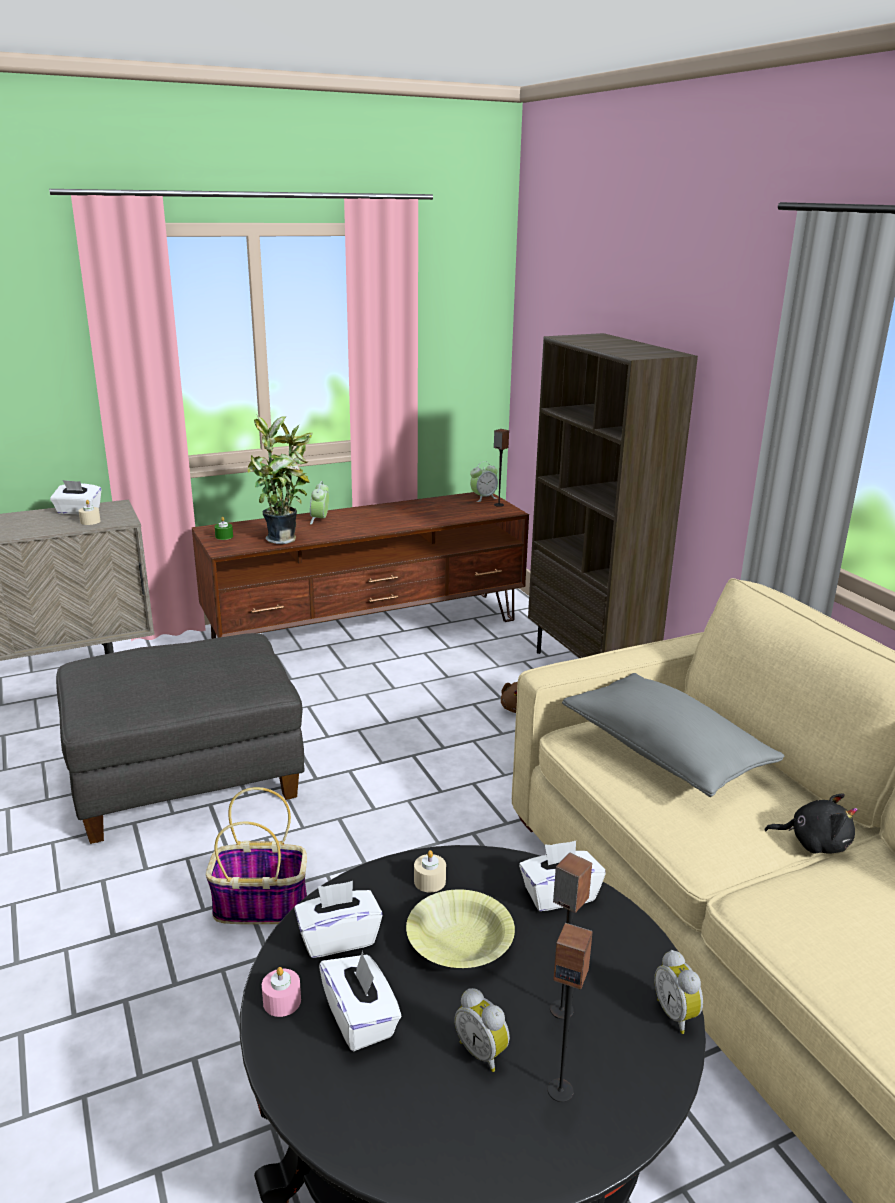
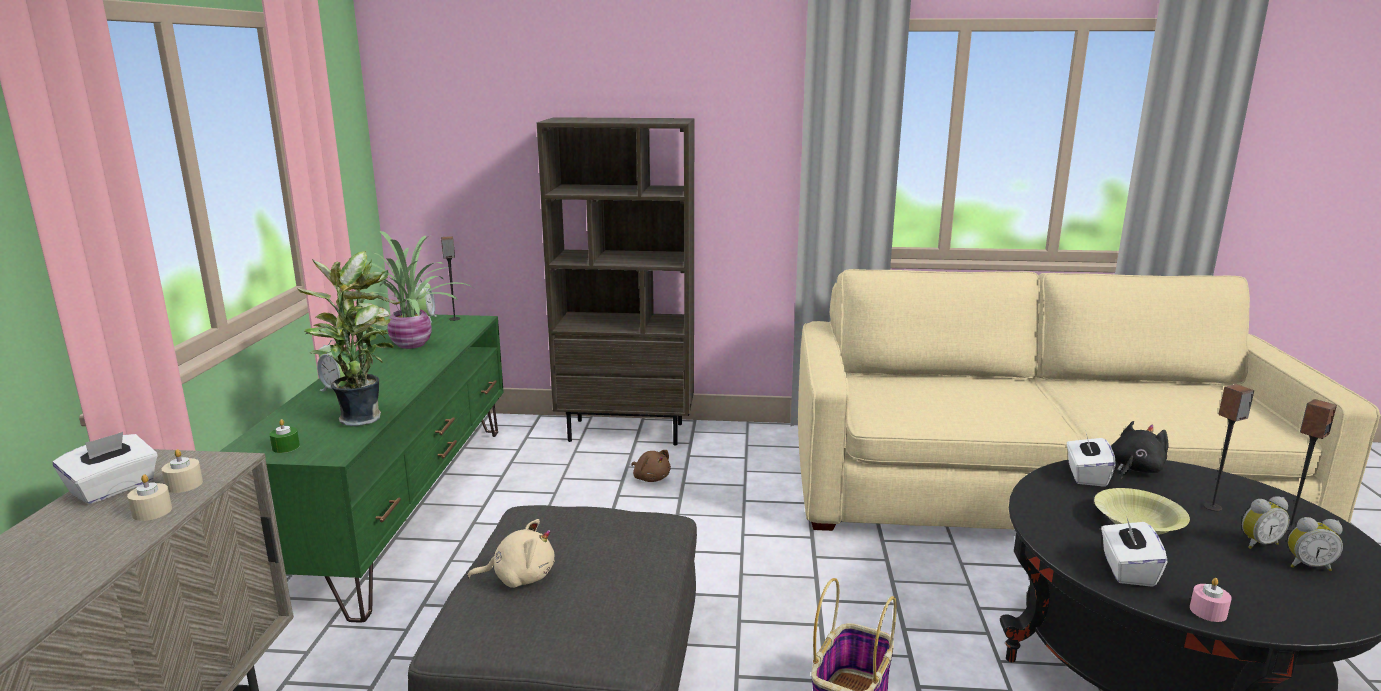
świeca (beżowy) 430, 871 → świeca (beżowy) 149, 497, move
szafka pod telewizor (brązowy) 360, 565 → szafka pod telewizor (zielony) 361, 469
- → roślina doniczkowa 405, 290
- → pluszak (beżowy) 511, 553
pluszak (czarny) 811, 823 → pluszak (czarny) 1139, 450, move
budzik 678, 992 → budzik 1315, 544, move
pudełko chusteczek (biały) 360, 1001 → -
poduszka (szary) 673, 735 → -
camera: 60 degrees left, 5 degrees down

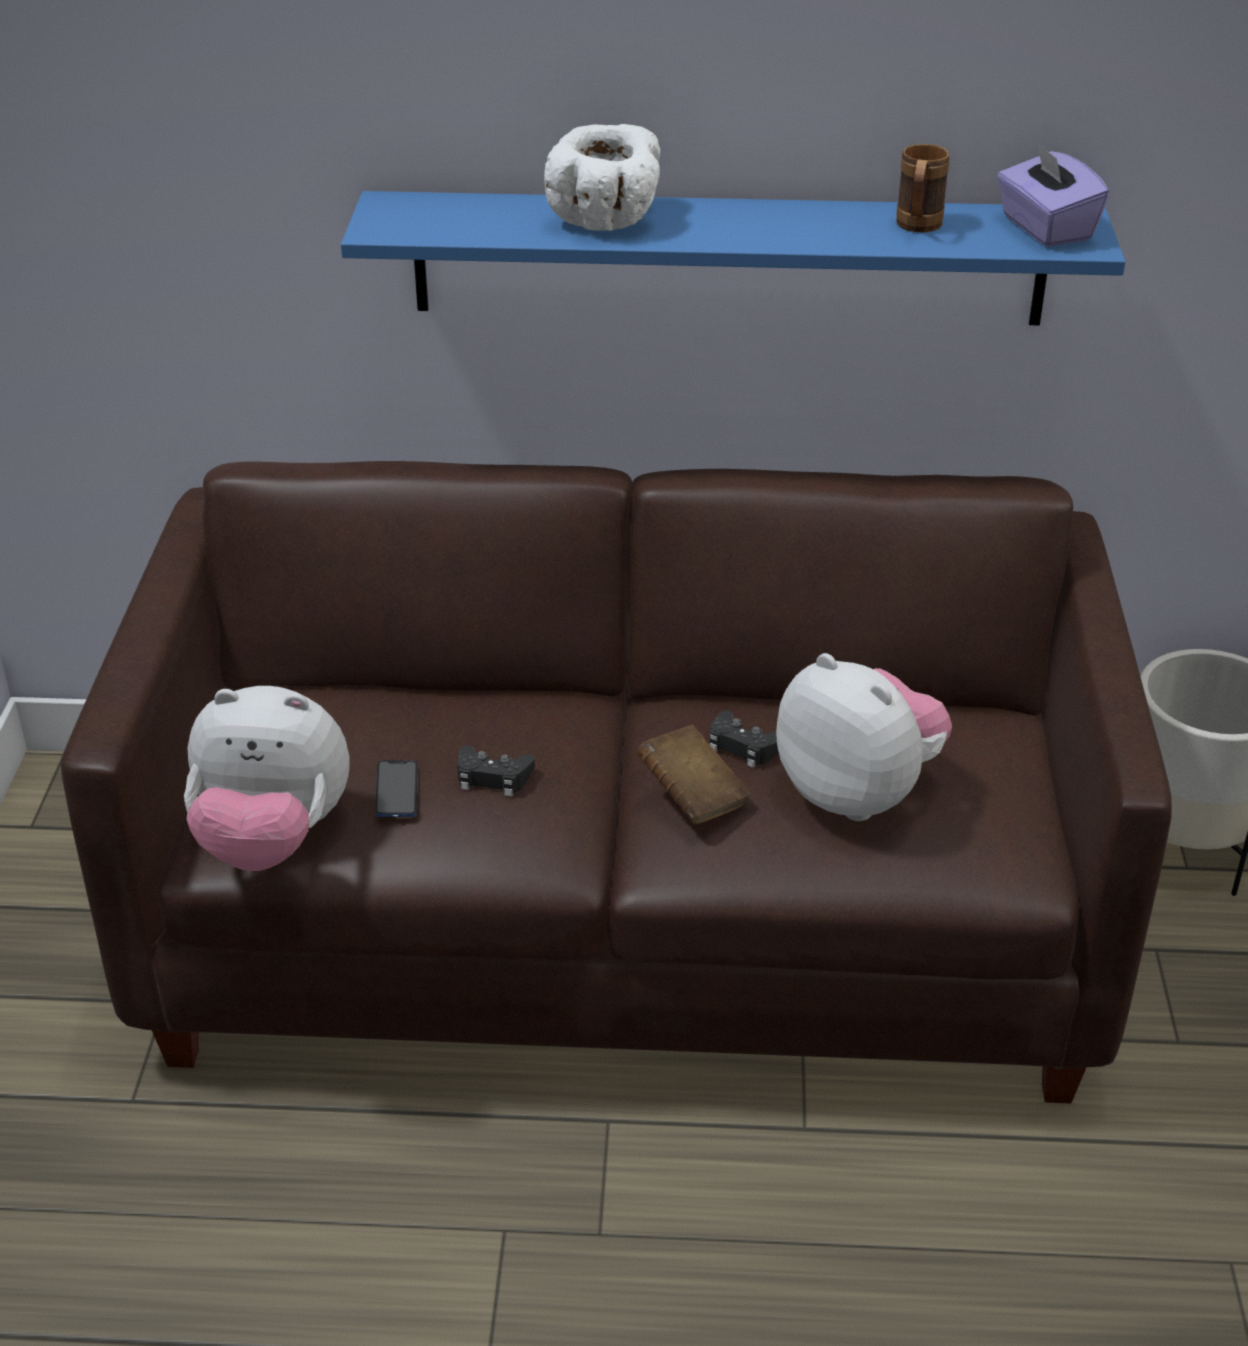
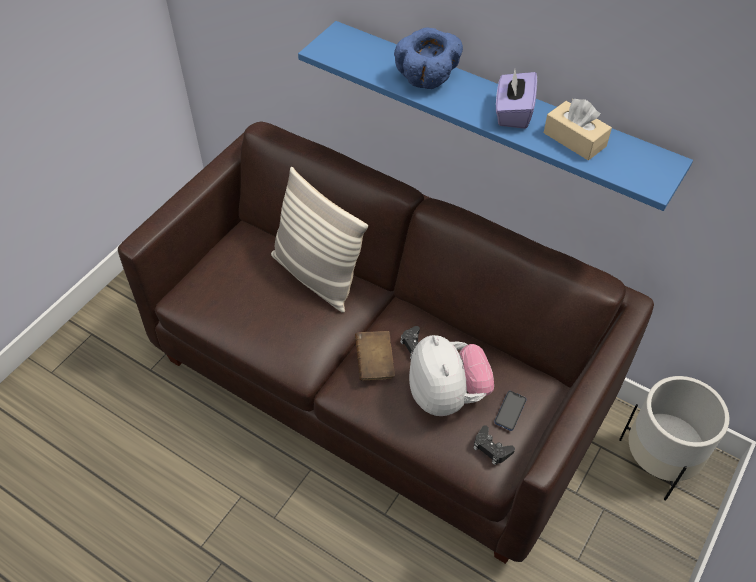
- → poduszka 319, 240
miska (biały) 602, 177 → miska (niebieski) 428, 58
pad do gier (czarny) 496, 771 → pad do gier (czarny) 494, 445, move
telefon 396, 788 → telefon 510, 411, move
pudełko chusteczek (fioletowy) 1053, 194 → pudełko chusteczek (fioletowy) 516, 99, move
kubek (brązowy) 922, 188 → pudełko chusteczek (beżowy) 578, 129
pluszak 267, 778 → -
camera: 30 degrees right, 15 degrees up

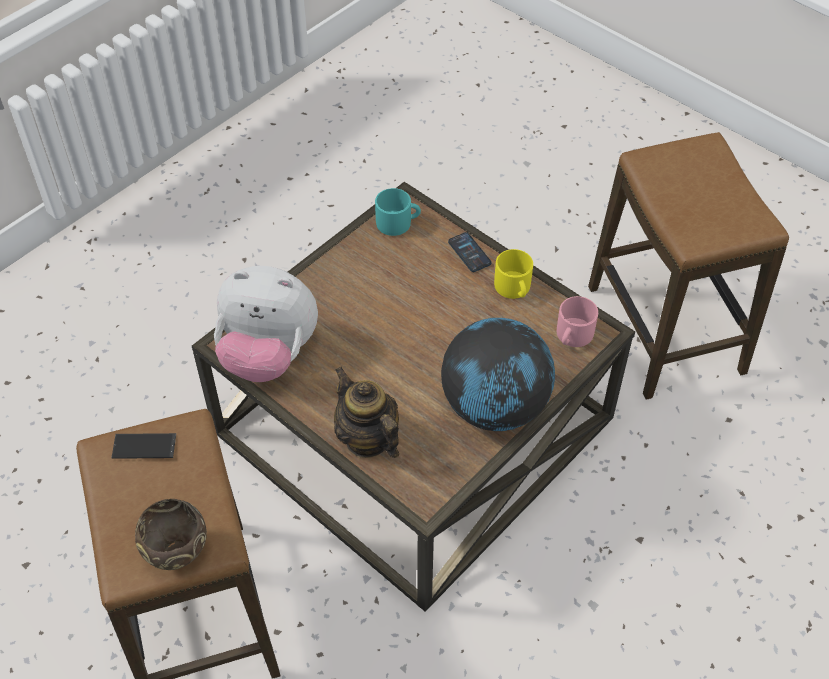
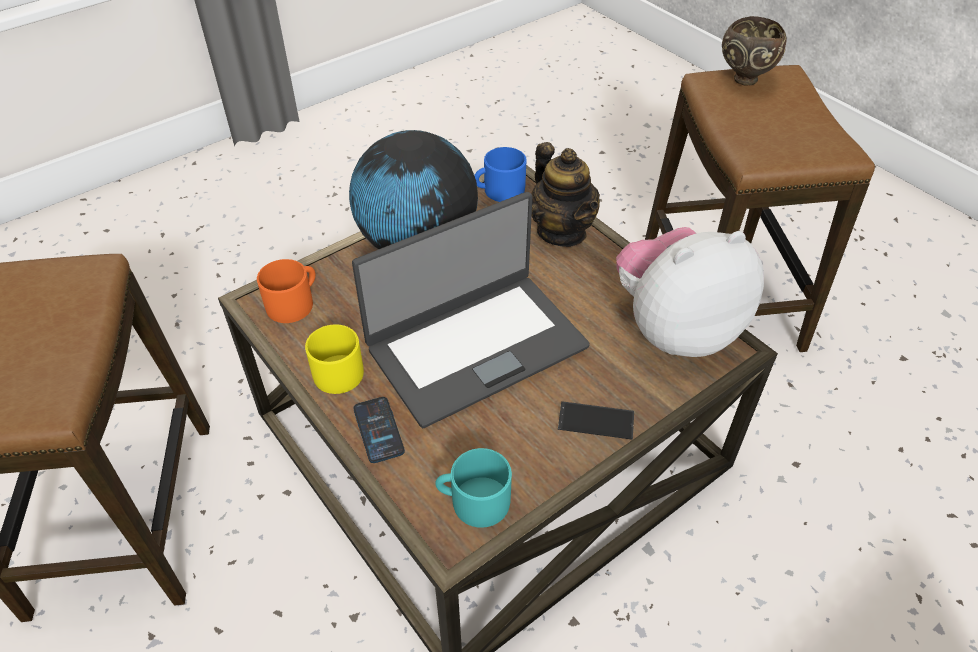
kubek (różowy) 577, 321 → kubek (pomarańczowy) 286, 291
- → laptop 471, 310
- → kubek (niebieski) 500, 174
telefon 143, 446 → telefon 596, 420, move
pluszak 266, 324 → pluszak 690, 292, 45 degrees counterclockwise
camera: 170 degrees left, 5 degrees down

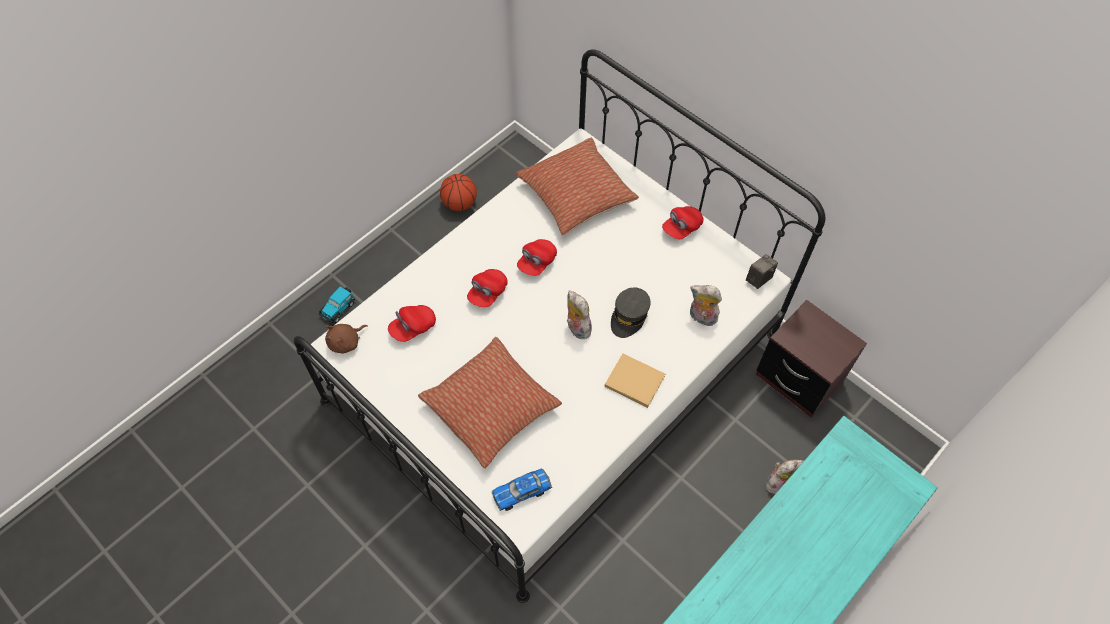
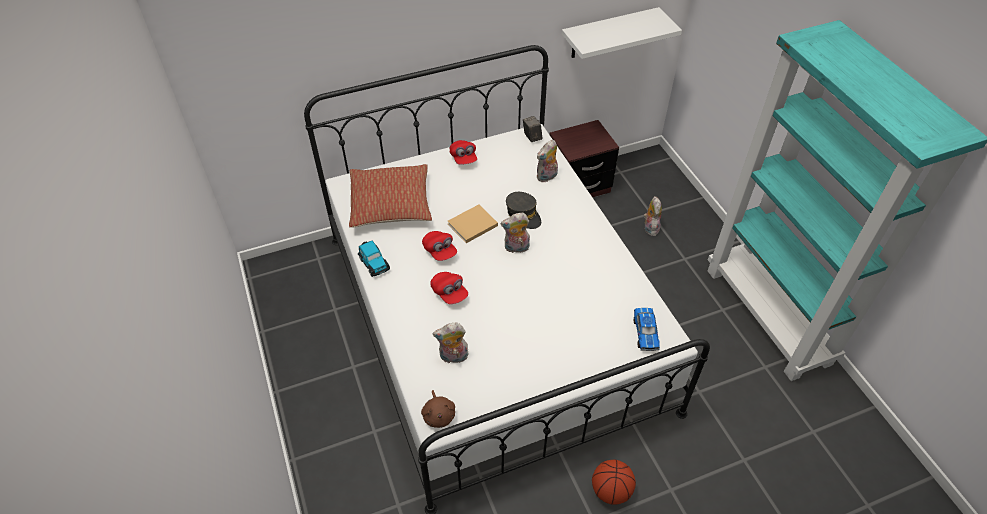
samochodzik 337, 304 → samochodzik 374, 259, move
czapka z daszkiem (czerwony) 412, 323 → pluszak 450, 343
książka (beżowy) 634, 380 → książka (beżowy) 473, 223, move
- → półka (biały) 622, 33
piłka do koszykówki 458, 192 → piłka do koszykówki 614, 482, move
poduszka 490, 403 → -
camera: 65 degrees left, 10 degrees down

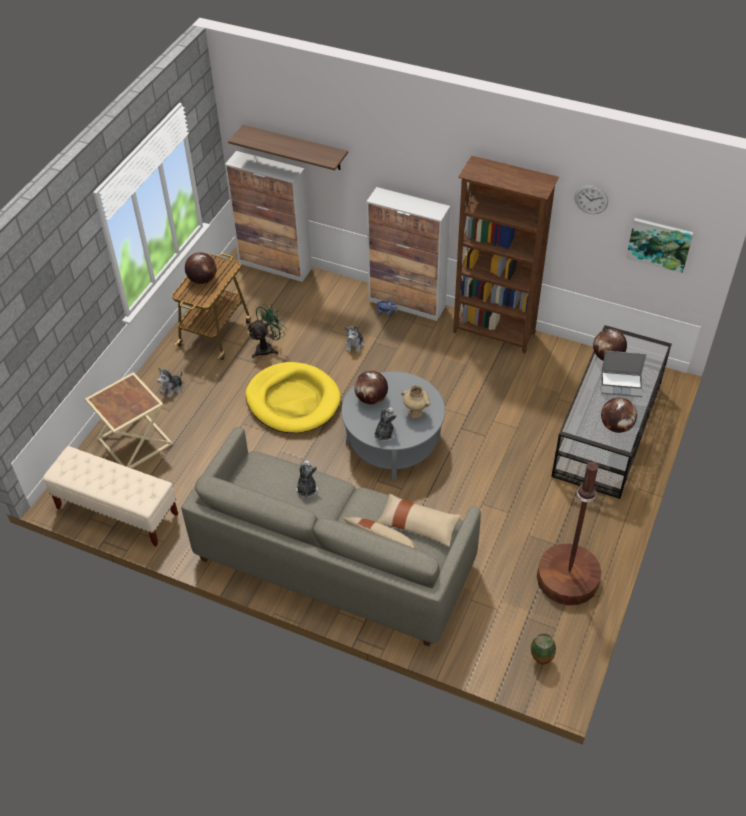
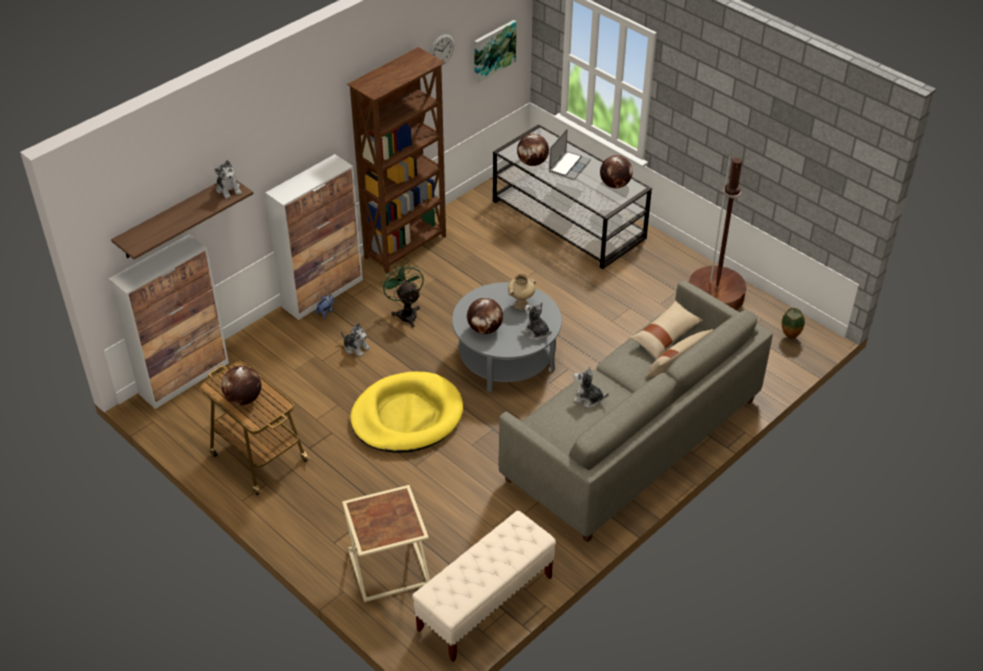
pluszak 169, 383 → pluszak 228, 179, move
wentylator (zielony) 267, 331 → wentylator (zielony) 402, 295, move
camera: 70 degrees left, 5 degrees down

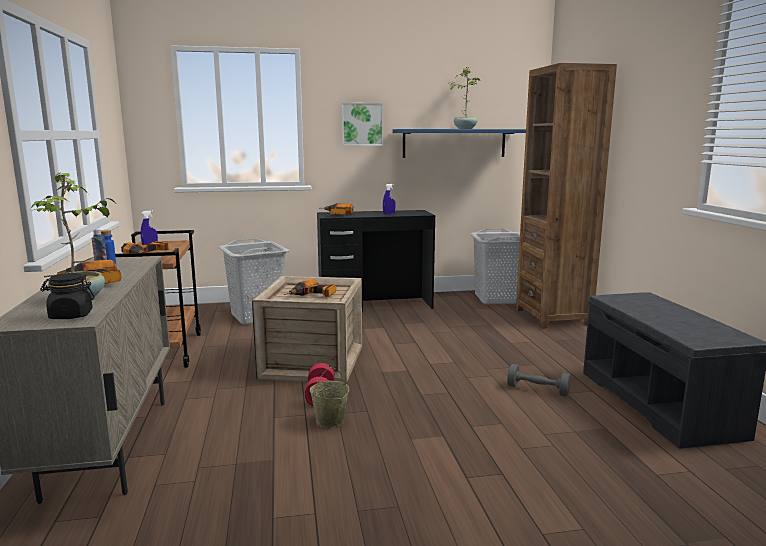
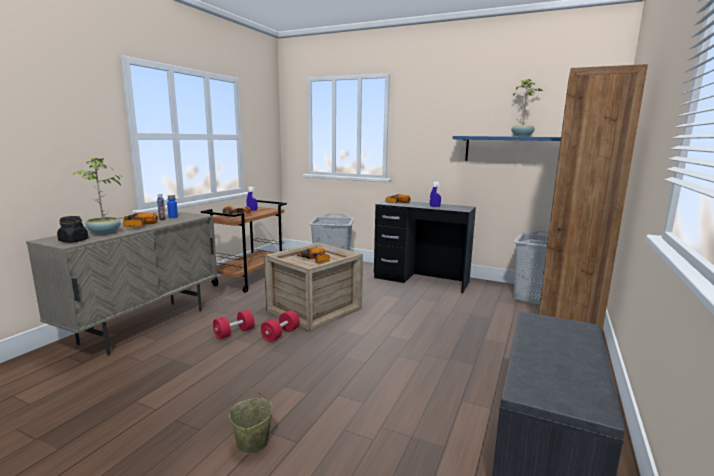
- → hantel (czerwony) 234, 324
wiadro (beżowy) 329, 397 → wiadro (beżowy) 251, 422, move
obraz 362, 124 → -
hantel (szary) 538, 380 → -
camera: 35 degrees right, 0 degrees up

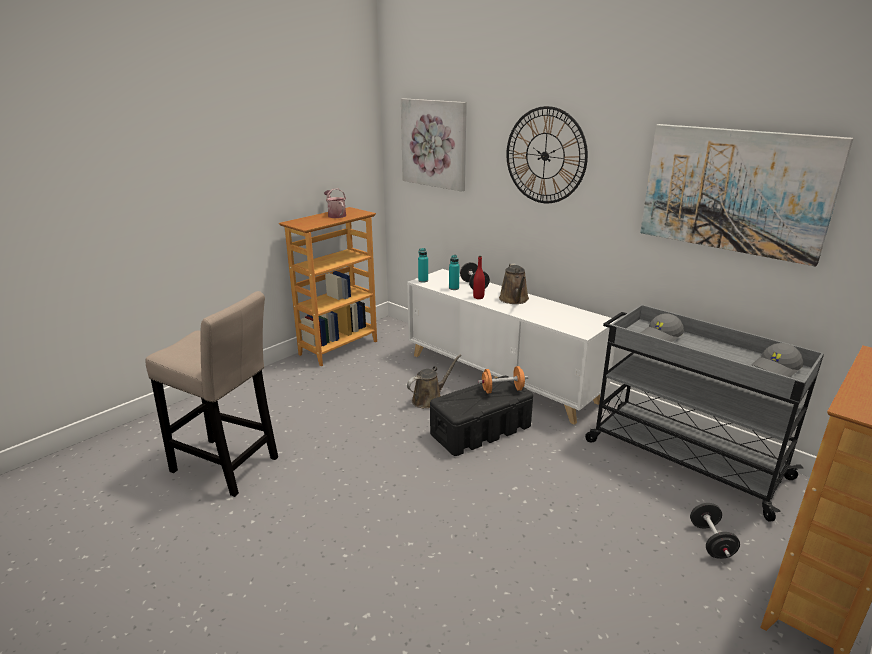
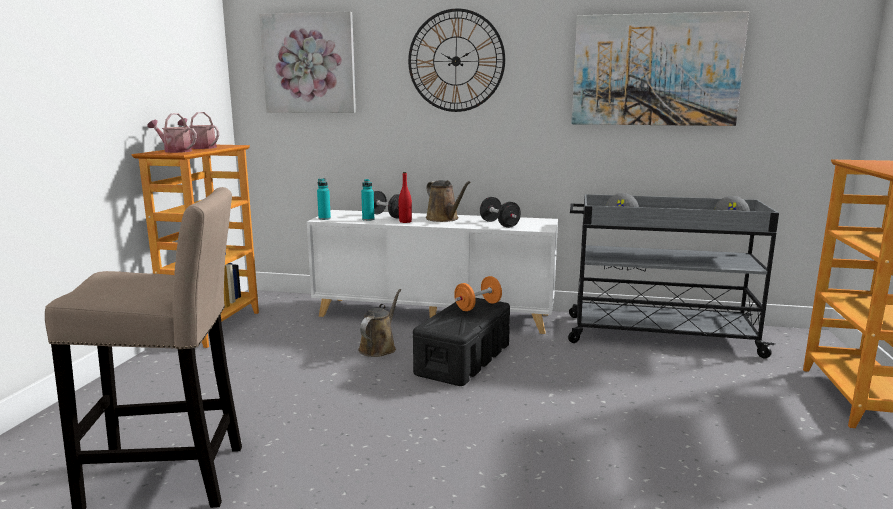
- → konewka 172, 133
hantel (czarny) 715, 531 → hantel (czarny) 500, 212, move
camera: 30 degrees left, 10 degrees down

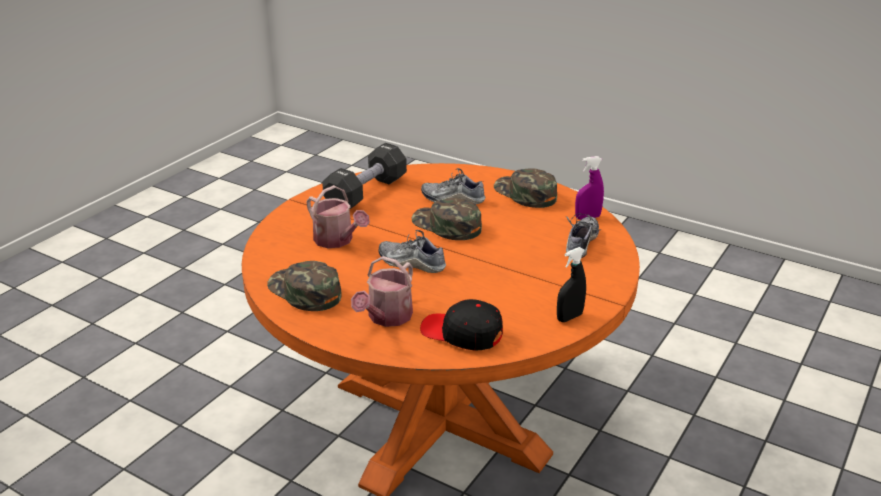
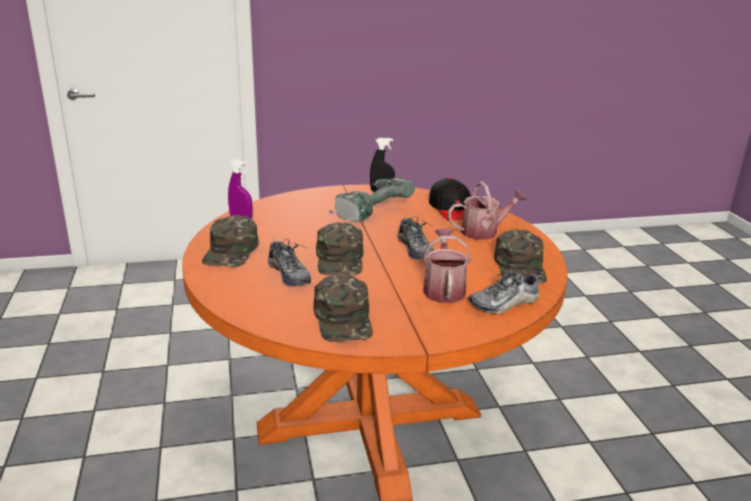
hantel (czarny) 364, 176 → czapka z daszkiem (zielony) 343, 308
- → wiertarka 372, 199
but 584, 235 → but 504, 290, move
camera: 135 degrees left, 5 degrees down

